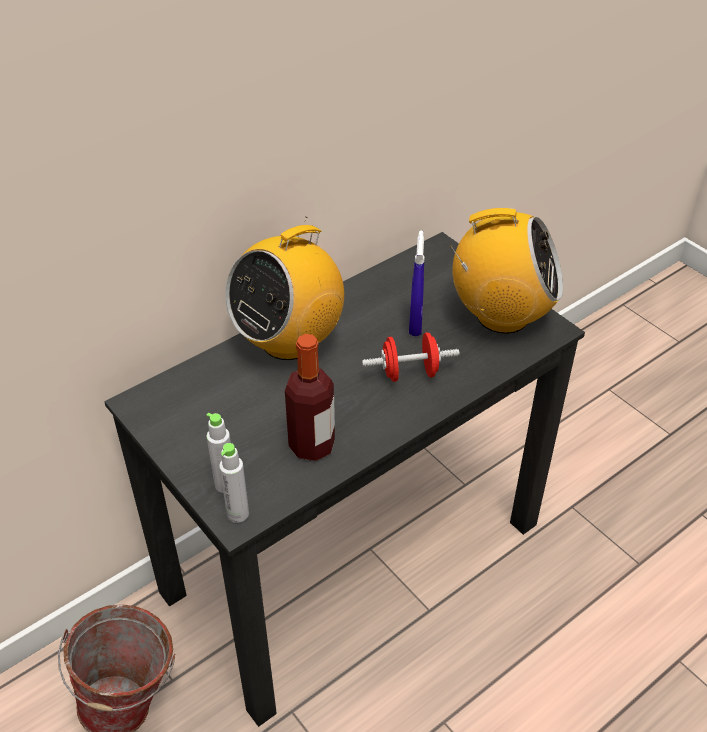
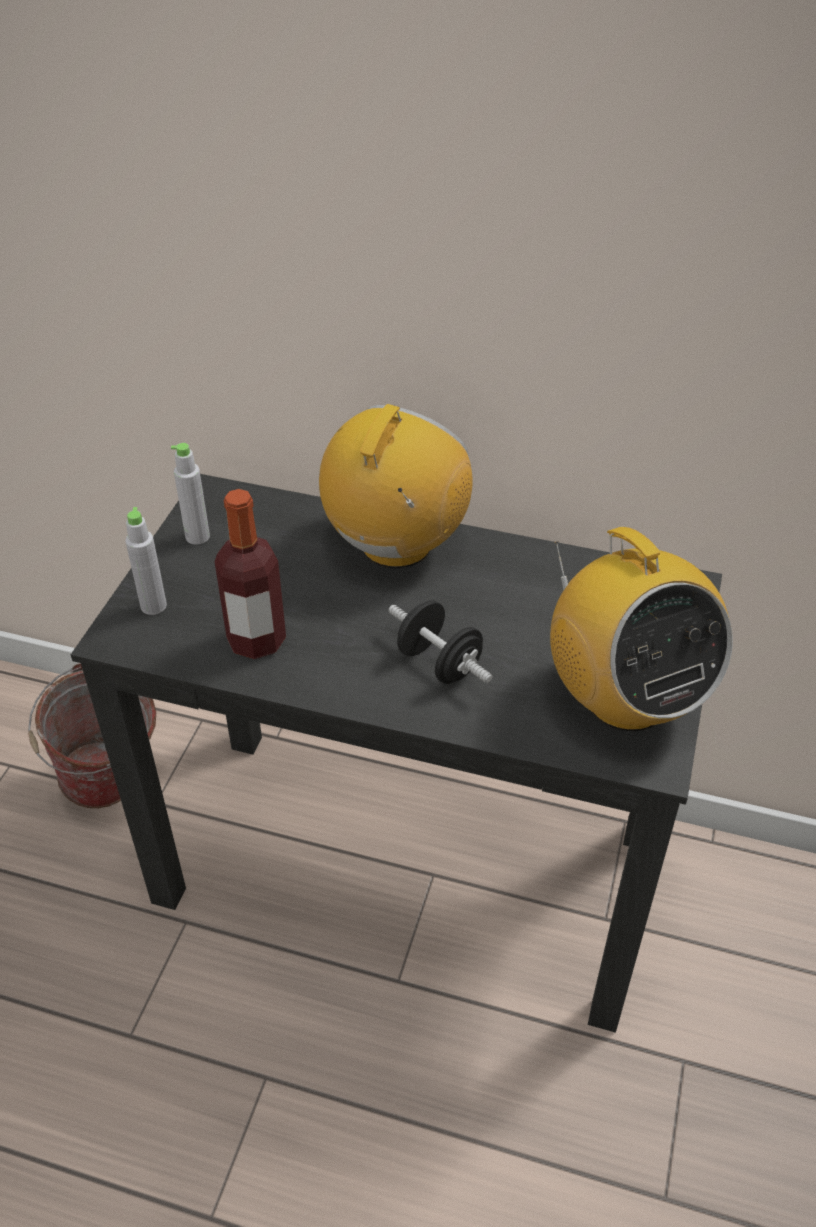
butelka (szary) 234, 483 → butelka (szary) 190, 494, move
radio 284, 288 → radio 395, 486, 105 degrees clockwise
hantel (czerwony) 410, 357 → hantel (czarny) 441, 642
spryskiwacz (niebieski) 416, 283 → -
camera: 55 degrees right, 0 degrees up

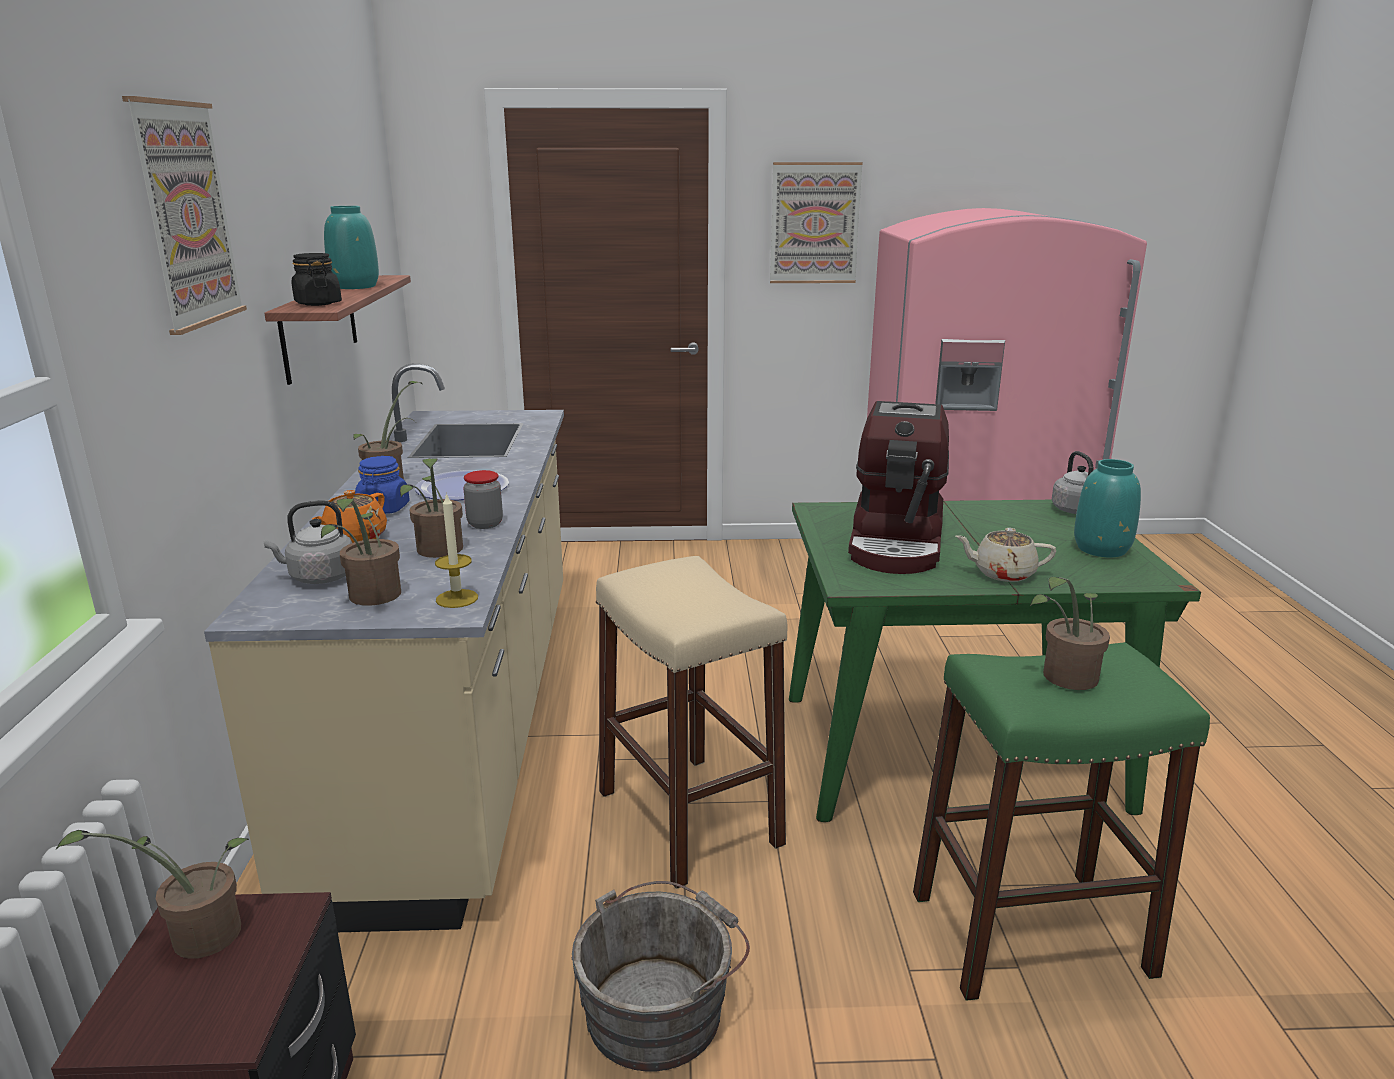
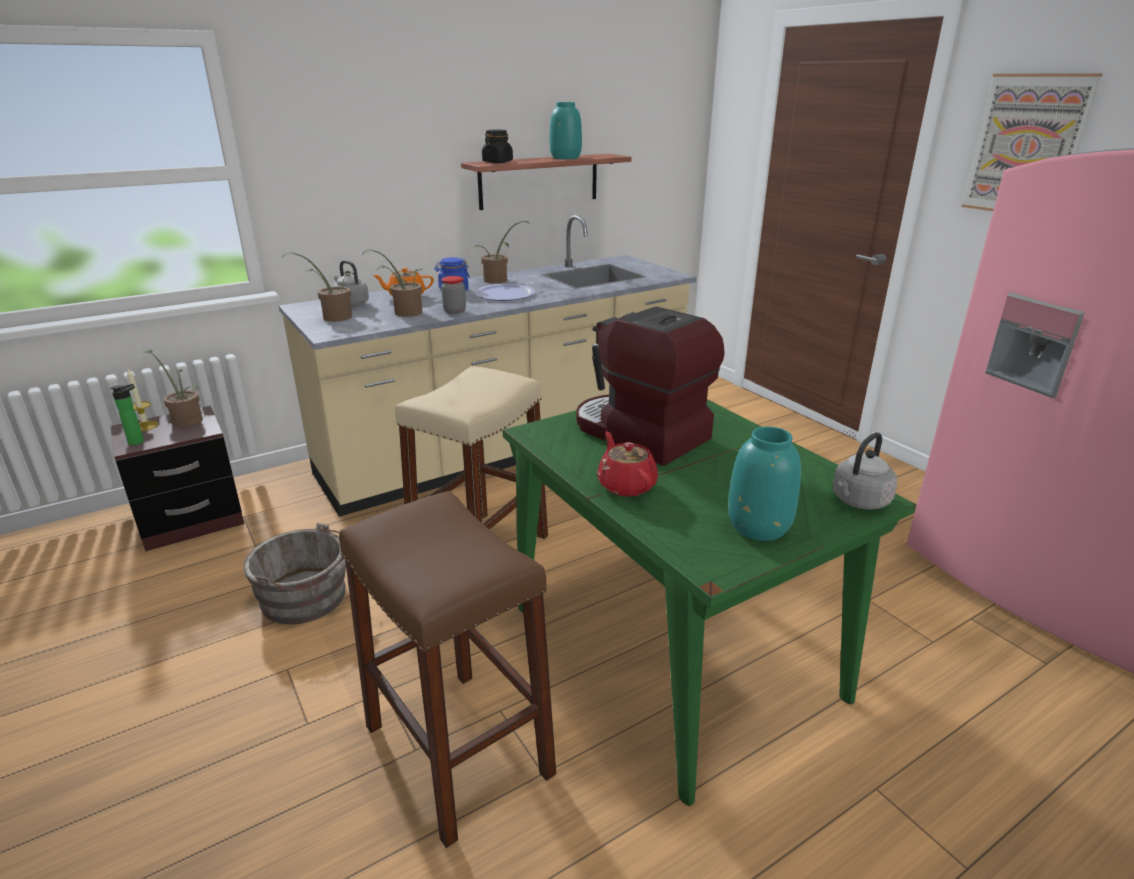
- → butelka 127, 414
świeca 456, 550 → świeca 142, 400, move
stołek (zielony) 1061, 821 → stołek (brązowy) 447, 669
ekspres do kawy 898, 487 → ekspres do kawy 650, 386, 60 degrees clockwise
imbryk (beżowy) 1005, 555 → imbryk (czerwony) 627, 464
obraz 184, 215 → -
roślina doniczkowa 1070, 633 → -
camera: 60 degrees right, 5 degrees up

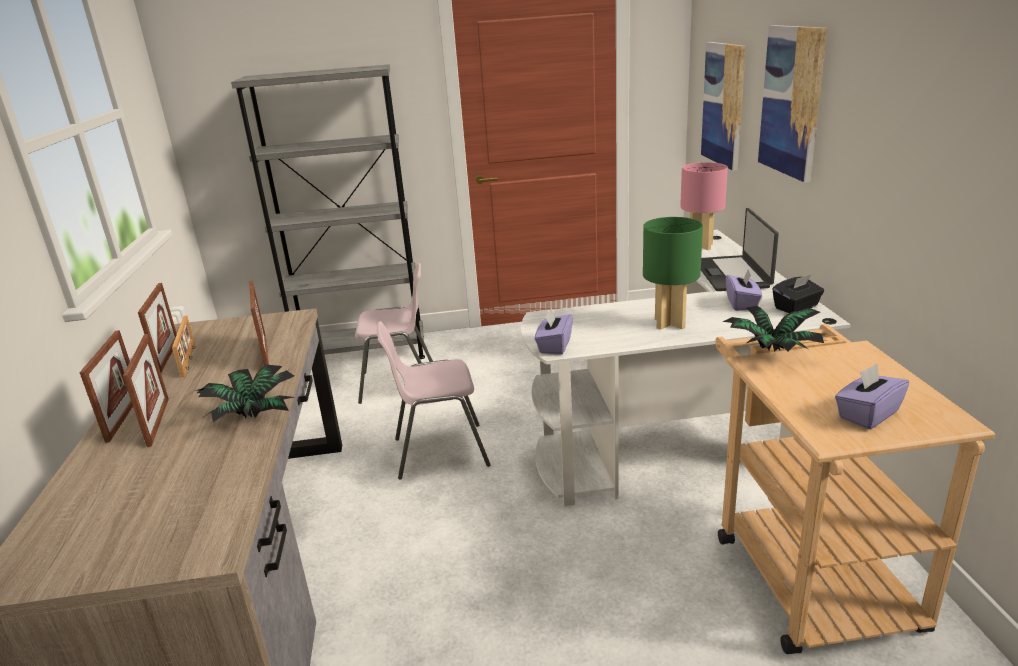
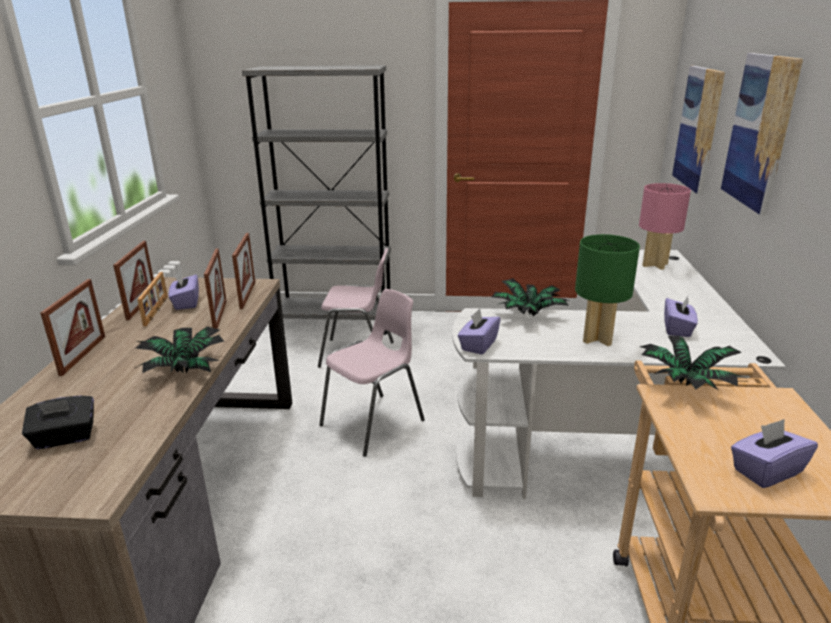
pudełko chusteczek (czarny) 798, 293 → pudełko chusteczek (czarny) 58, 422, move
- → pudełko chusteczek (fioletowy) 183, 290
ramka na zdjęcie 146, 390 → ramka na zdjęcie 243, 271, move
krzesło (różowy) 434, 400 → krzesło (różowy) 372, 373, 135 degrees clockwise
- → roślina doniczkowa 530, 297
laptop 740, 249 → -
camera: 10 degrees right, 0 degrees up

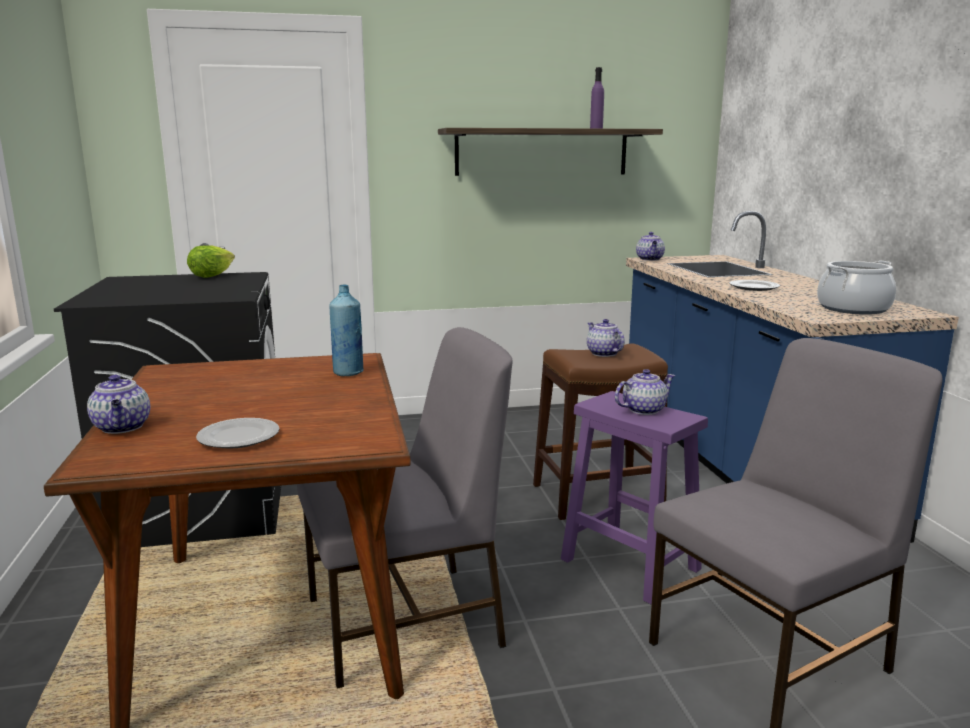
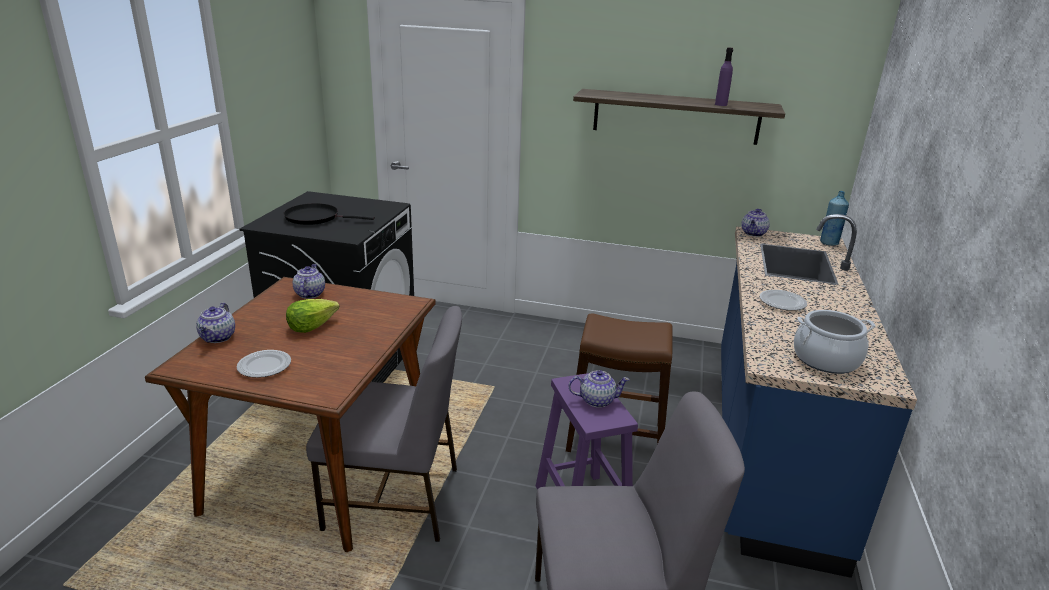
- → patelnia (czarny) 329, 214
sałata 211, 261 → sałata 313, 316, move
imbryk 606, 338 → imbryk 309, 281, move
butelka (niebieski) 346, 330 → butelka (niebieski) 834, 218, move
camera: 25 degrees right, 10 degrees up

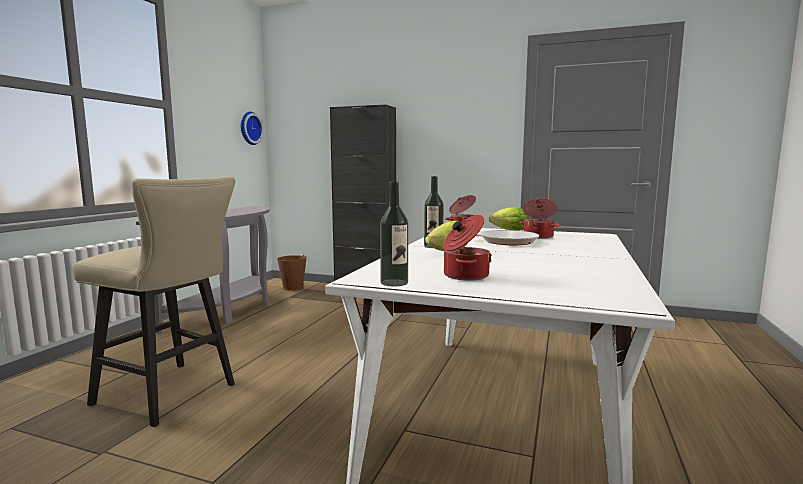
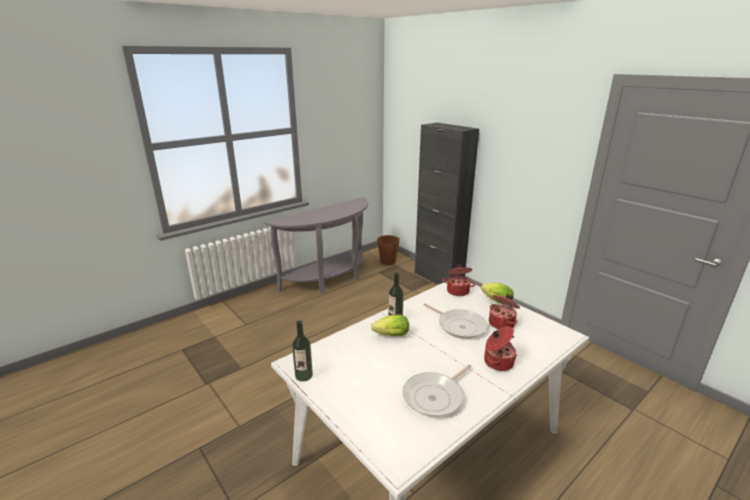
- → patelnia 437, 391
garnek 467, 248 → garnek 500, 348, move
stołek (beżowy) 154, 301 → -
zegar ścienny 252, 128 → -
camera: 30 degrees right, 15 degrees up

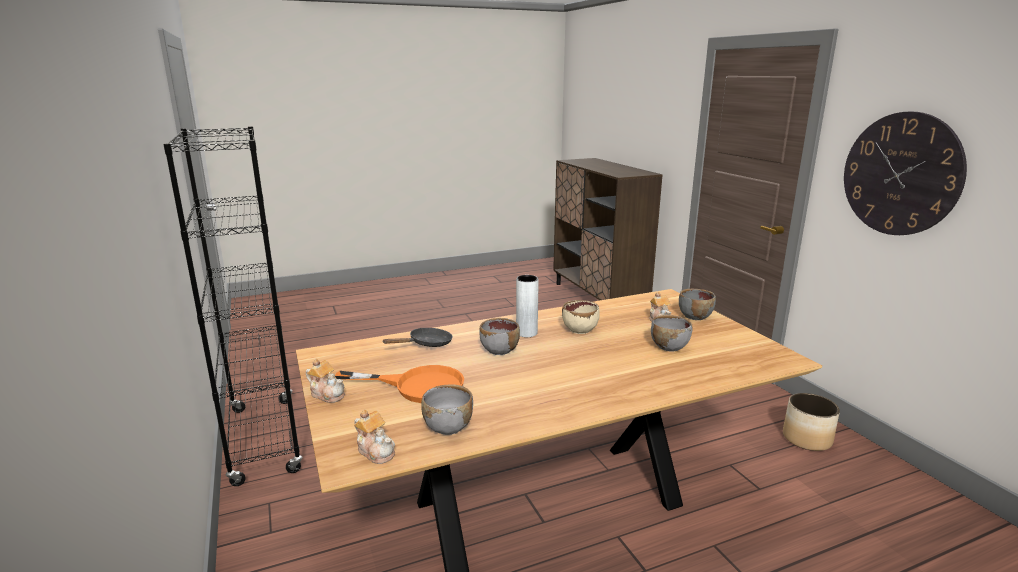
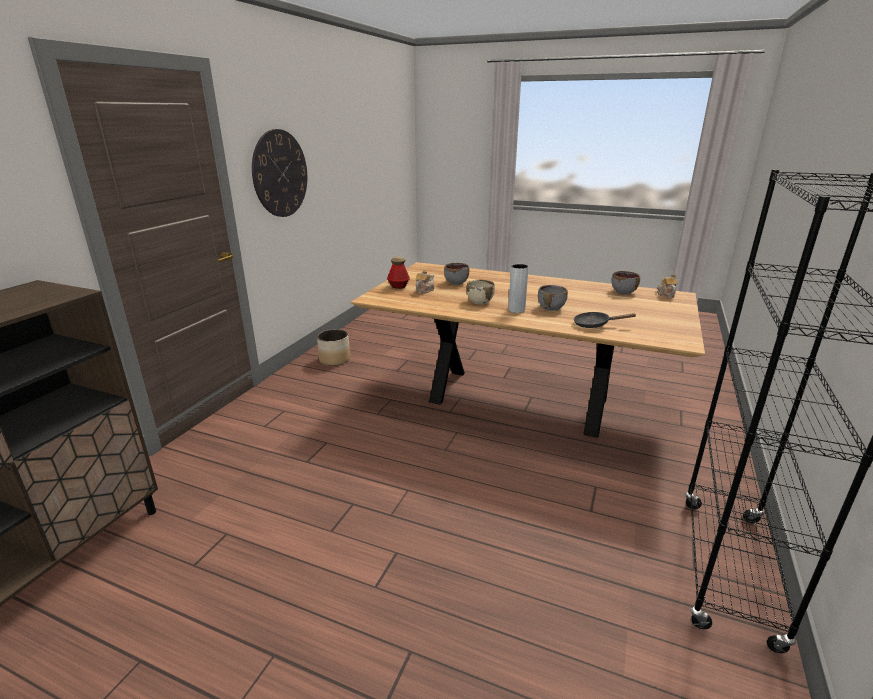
miska (szary) 697, 304 → butelka 398, 273
imbryk 325, 381 → -
patelnia (pomarańczowy) 399, 384 → -
camera: 135 degrees left, 5 degrees up

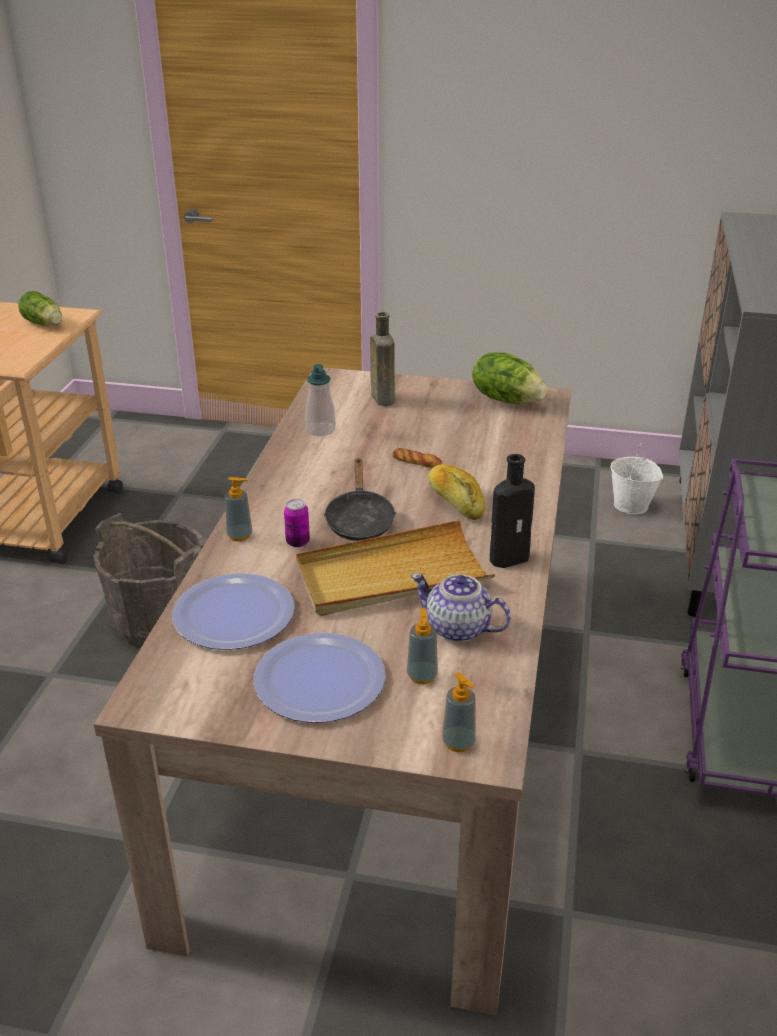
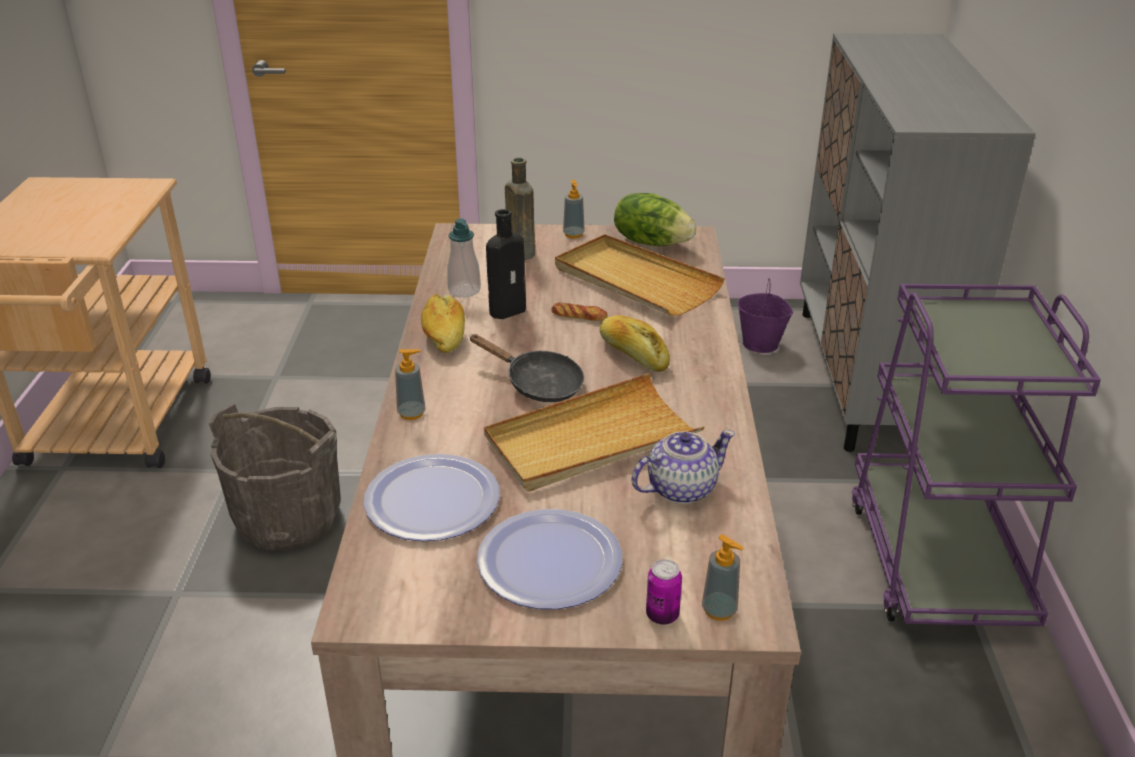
- → chleb 443, 323
patelnia (czarny) 360, 499 → patelnia (czarny) 526, 368, 45 degrees counterclockwise
butelka (czarny) 512, 511 → butelka (czarny) 506, 264, move
- → taca (beżowy) 640, 274
dozownik mydła 422, 646 → dozownik mydła 574, 209, move
imbryk 461, 607 → imbryk 683, 467, 135 degrees clockwise
puszka 297, 523 → puszka 664, 592, move
wiadro (biały) 637, 478 → wiadro (fioletowy) 765, 315
sałata 40, 308 → -
camera: 10 degrees left, 0 degrees up

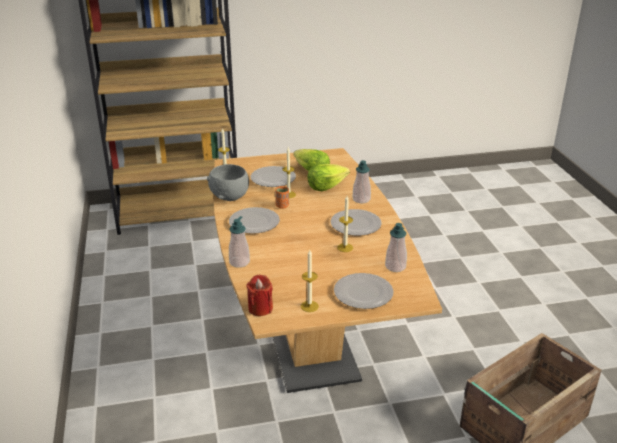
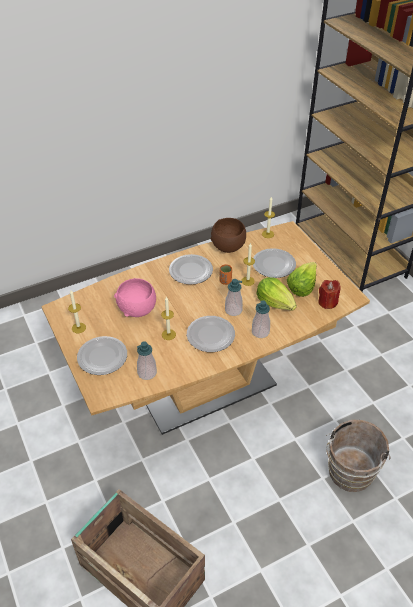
- → miska (różowy) 135, 297
miska (szary) 228, 182 → miska (brązowy) 228, 235
dozownik mydła 239, 242 → dozownik mydła 234, 297, move
świeca (czerwony) 259, 295 → świeca (czerwony) 329, 294, move
- → wiadro (brązowy) 358, 456
camera: 75 degrees right, 15 degrees up

